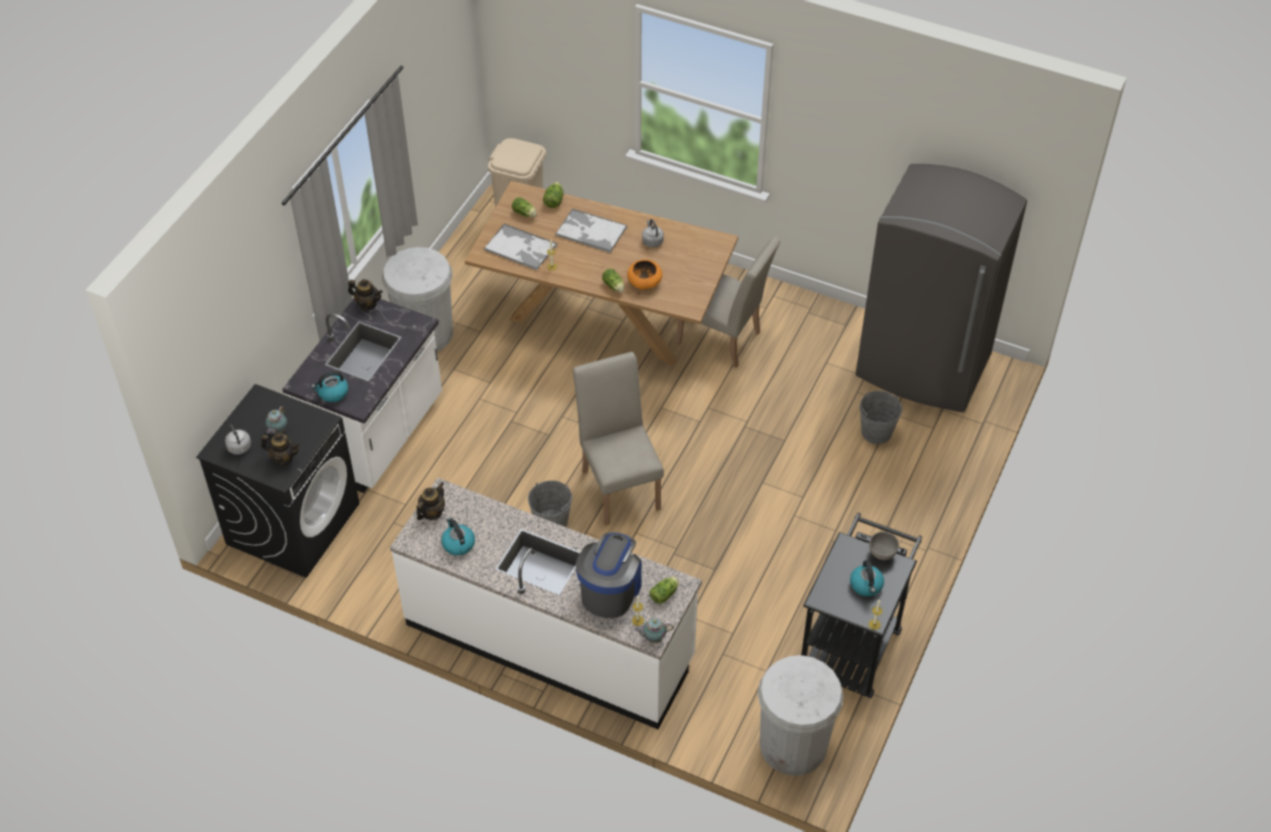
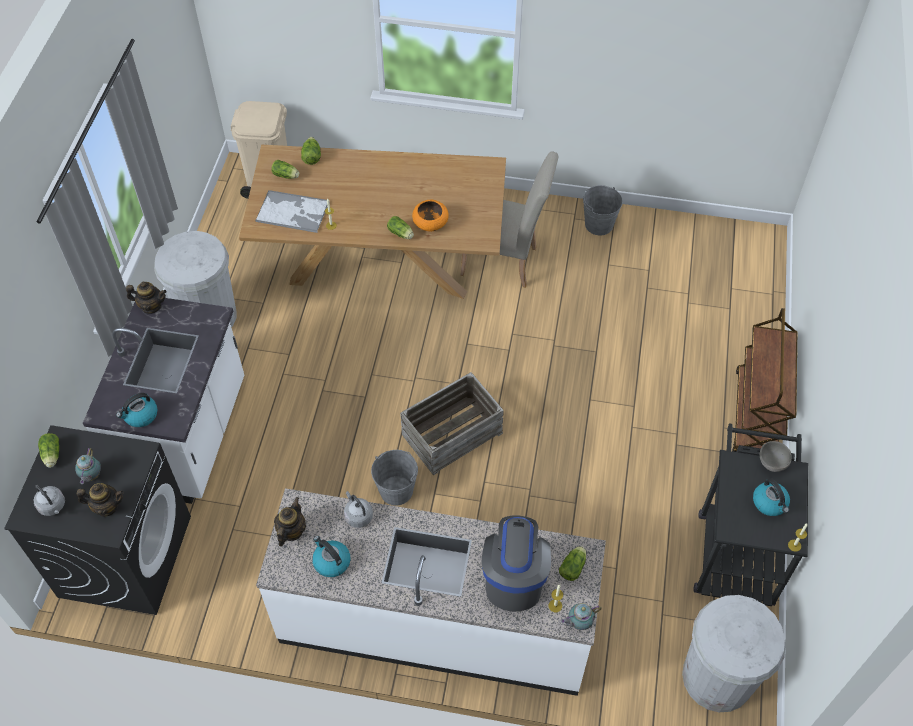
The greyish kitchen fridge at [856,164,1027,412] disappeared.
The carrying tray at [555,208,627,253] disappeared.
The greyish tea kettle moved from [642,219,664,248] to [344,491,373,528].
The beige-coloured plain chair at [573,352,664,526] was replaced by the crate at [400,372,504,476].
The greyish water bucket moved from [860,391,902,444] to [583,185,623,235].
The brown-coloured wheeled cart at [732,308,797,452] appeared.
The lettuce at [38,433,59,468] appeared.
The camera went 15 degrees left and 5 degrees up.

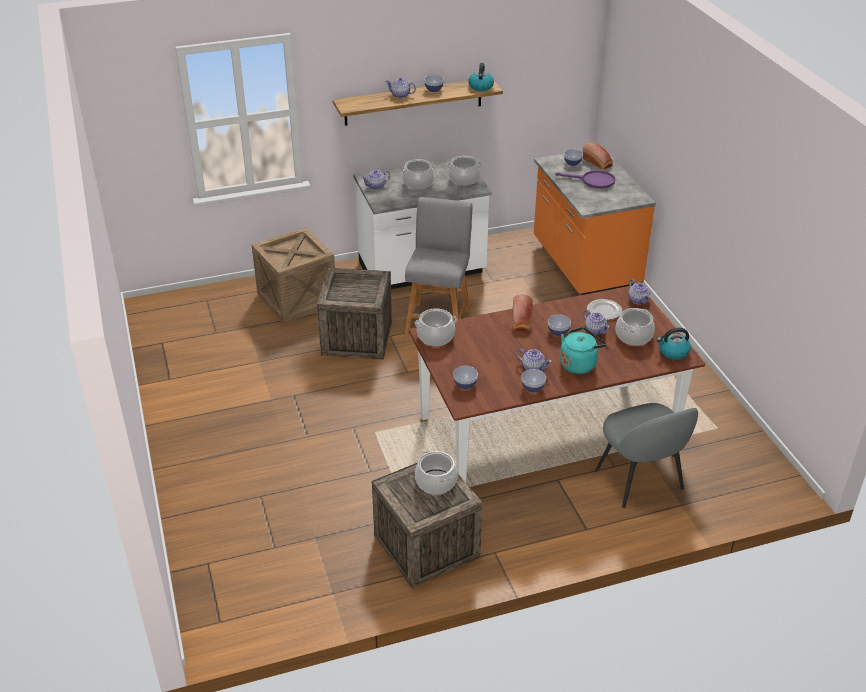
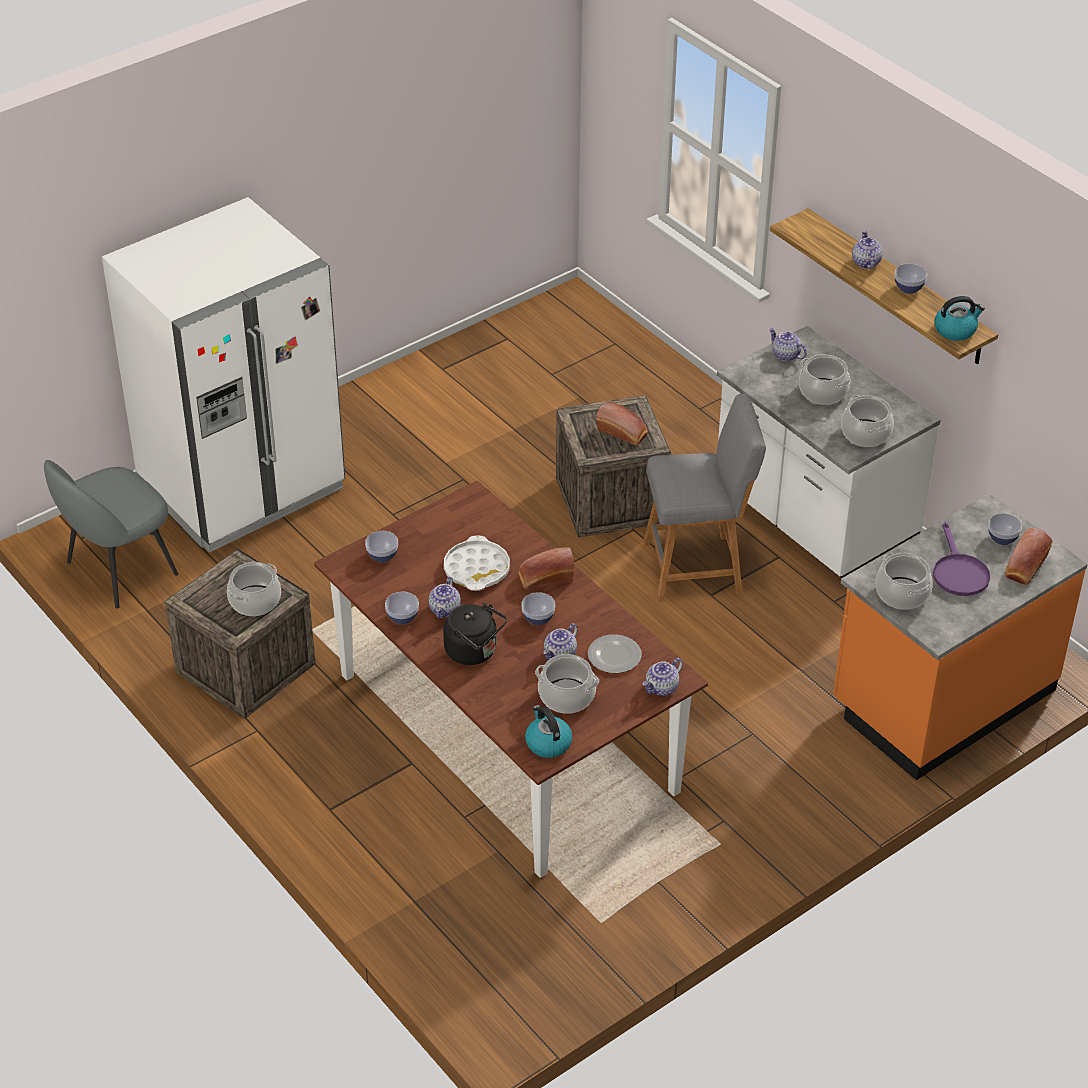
The crate at [252,227,335,324] disappeared.
The stockpot moved from [415,308,457,346] to [875,553,933,610].
The blue-green tea kettle at [560,327,606,374] became the black tea kettle at [443,603,507,665].
The greyish plain chair moved from [595,403,698,508] to [44,460,178,608].
The white-coloured kitchen fridge at [102,197,345,553] appeared.
The bakery bread at [596,402,648,445] appeared.
The white-coloured carrying tray at [444,535,510,591] appeared.
The camera went 70 degrees right and 5 degrees up.

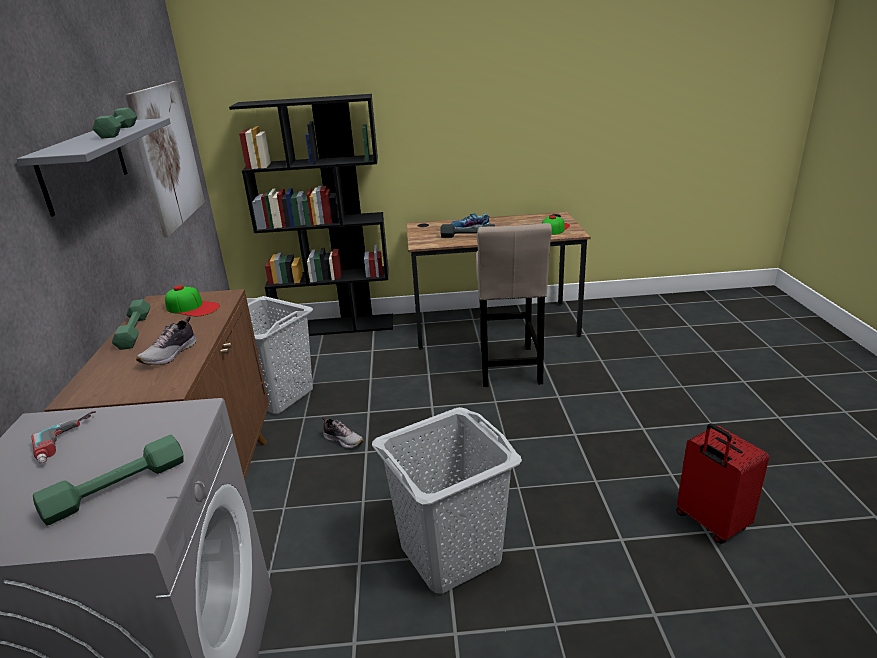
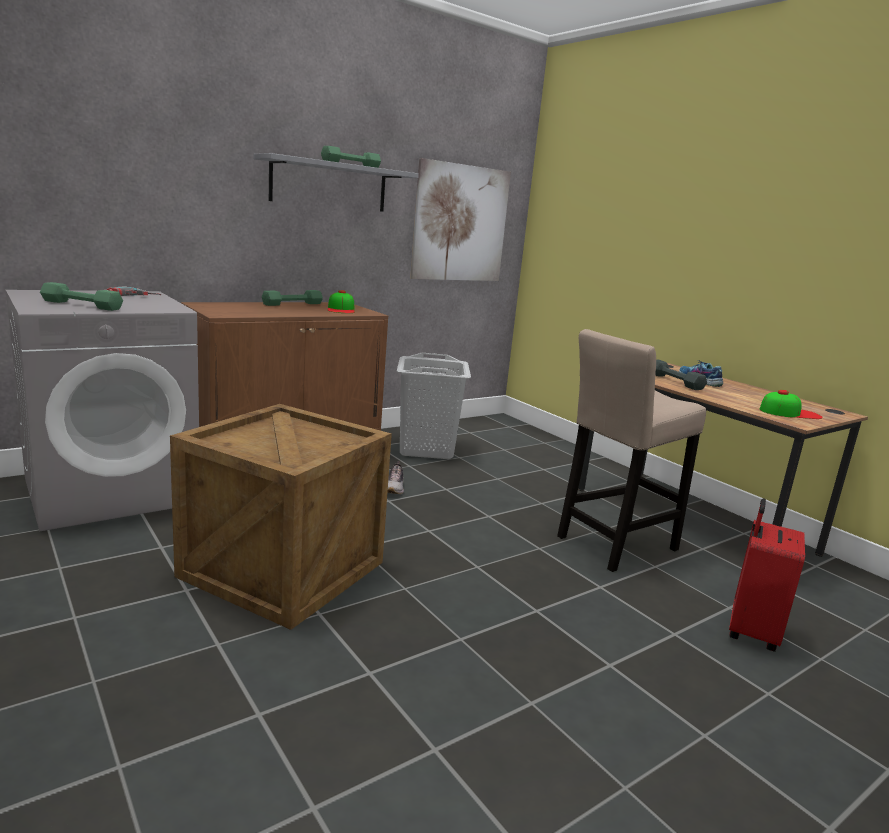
The black shelving unit at [229,94,393,336] disappeared.
The low shoe at [136,316,197,365] disappeared.
The greyish laundry basket at [372,407,522,593] was replaced by the crate at [170,404,392,630].
The red-coloured travel case moved from [676,423,769,544] to [729,499,805,652].
The camera went 55 degrees right and 10 degrees down.

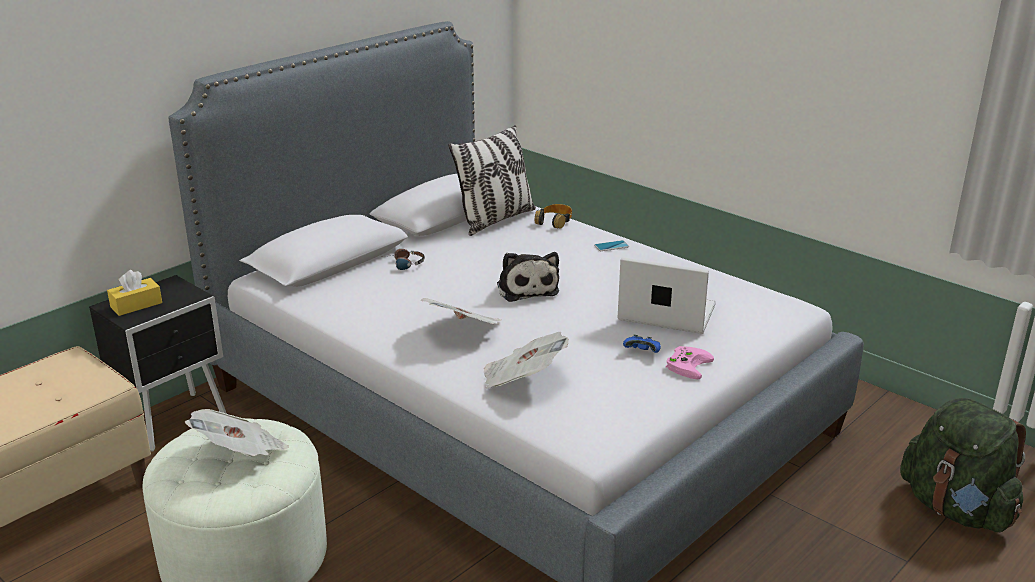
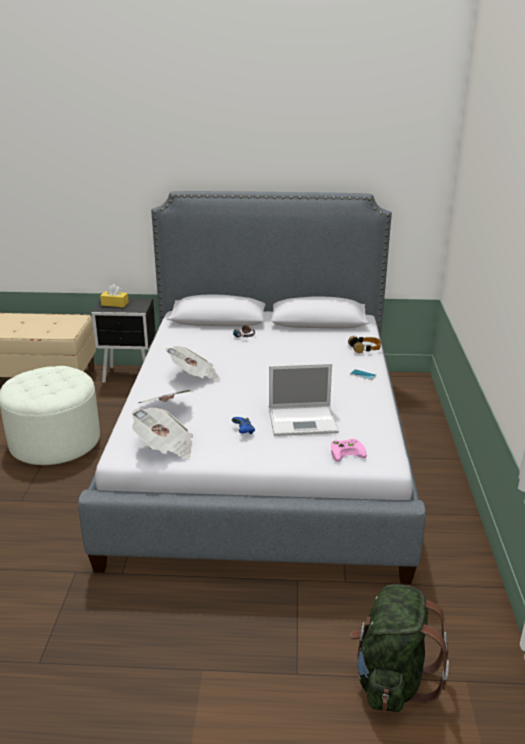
The pillow at [448,125,536,236] disappeared.
The cuddly toy at [497,252,559,302] disappeared.
The portable computer at [618,257,716,334] turned 105 degrees clockwise.
The pink-coloured joypad moved from [666,346,714,379] to [331,439,367,462].
The daily paper moved from [184,409,289,457] to [132,408,193,458].
The camera went 50 degrees right and 0 degrees up.

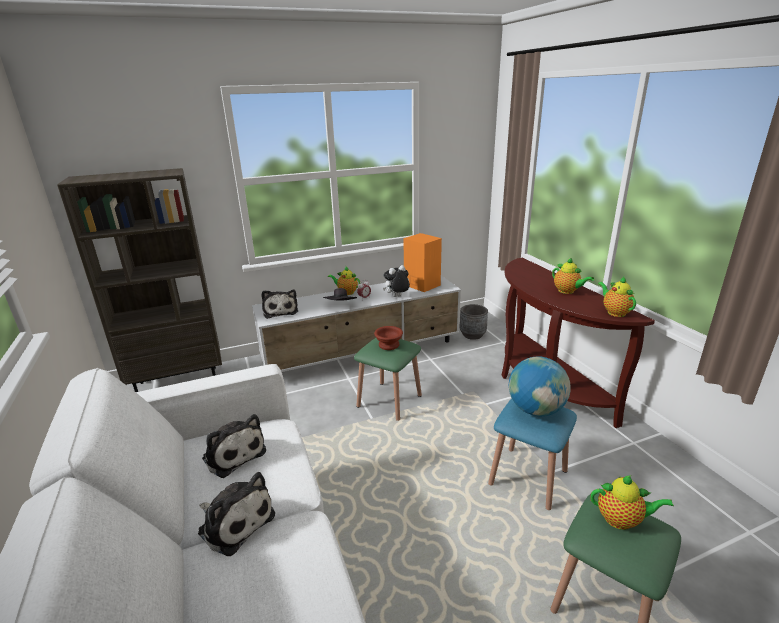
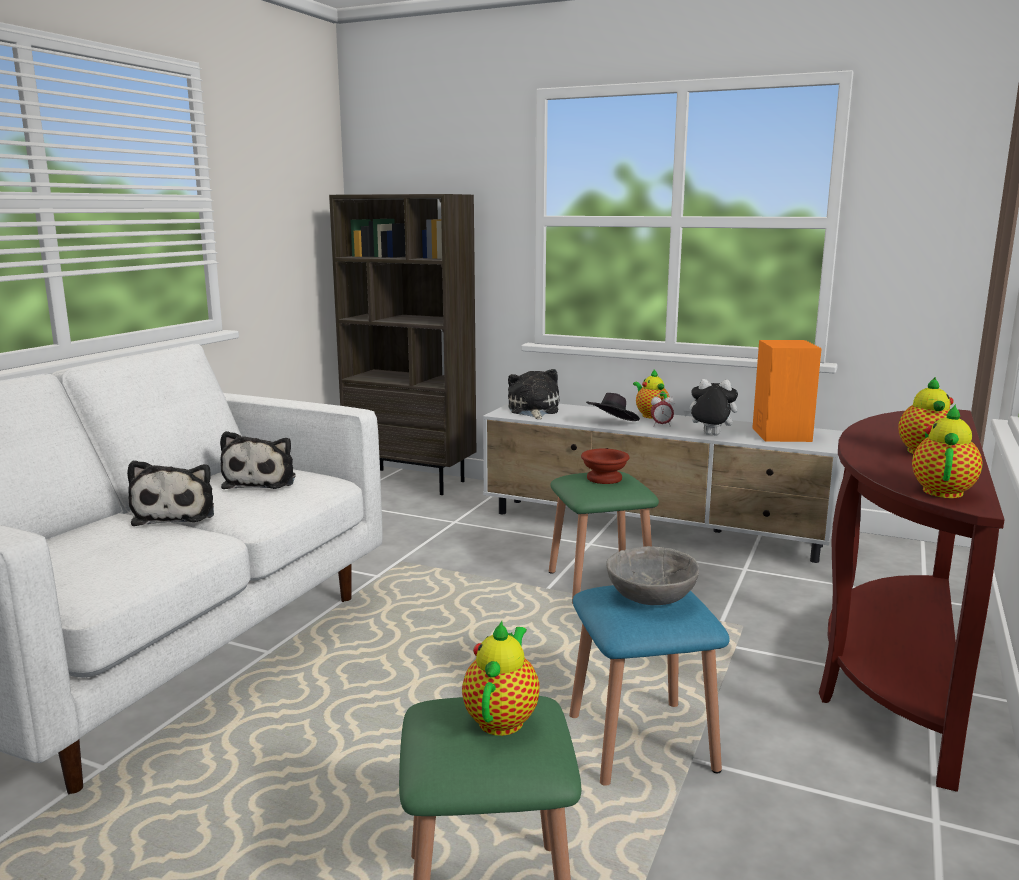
The cuddly toy at [262,290,298,319] turned 150 degrees clockwise.
The greyish planter at [460,304,488,340] disappeared.
The world globe at [509,356,571,416] was replaced by the greyish deep dish at [606,546,699,605].
The teapot at [591,475,674,530] turned 135 degrees counterclockwise.
The camera went 45 degrees right and 10 degrees down.

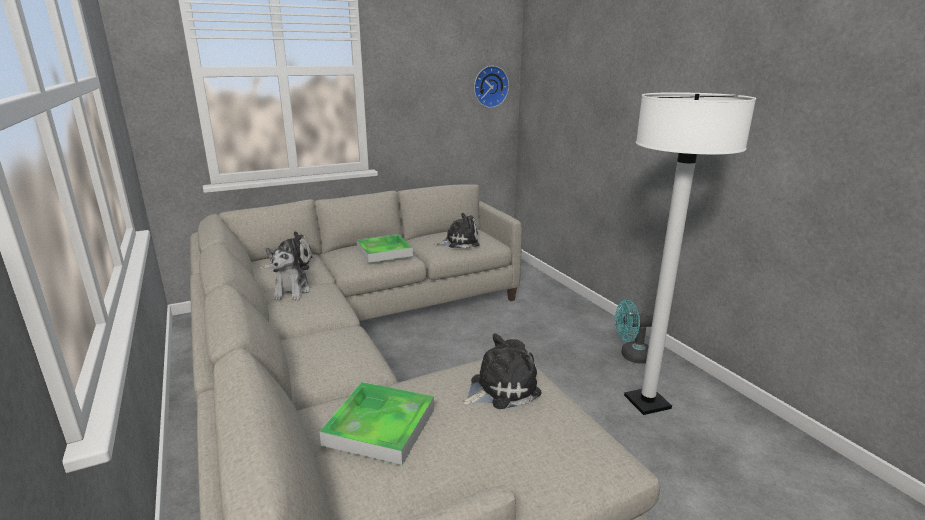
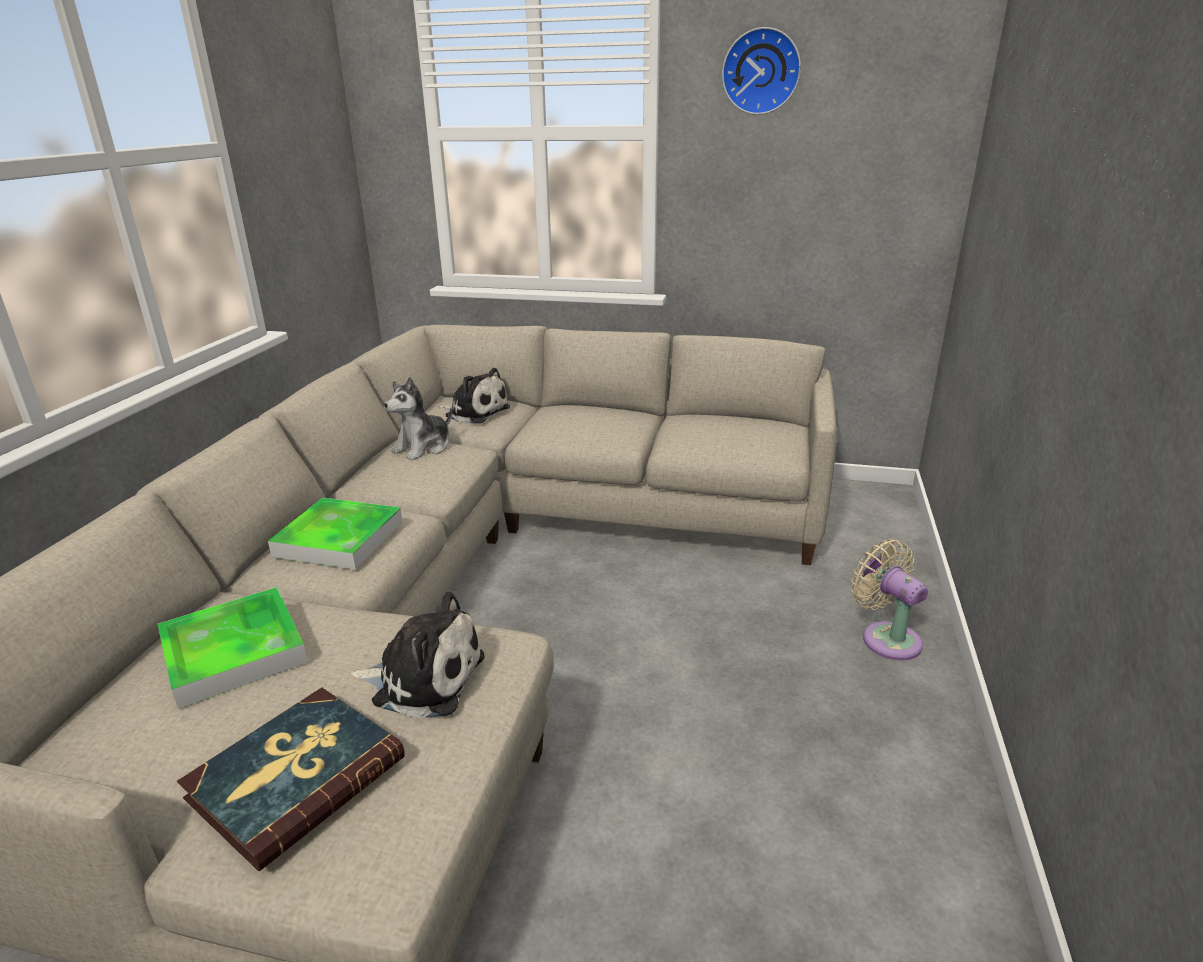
The hanging clock moved from [474,66,509,108] to [722,27,801,115].
The white-coloured standard lamp at [624,92,756,415] disappeared.
The cuddly toy at [433,213,480,249] disappeared.
The carrying tray moved from [357,234,413,263] to [268,498,403,570].
The blue-green fan at [615,300,653,364] disappeared.
The beige-coloured fan at [851,539,928,660] appeared.
The bound book at [177,687,405,871] appeared.
The camera went 40 degrees right and 5 degrees up.

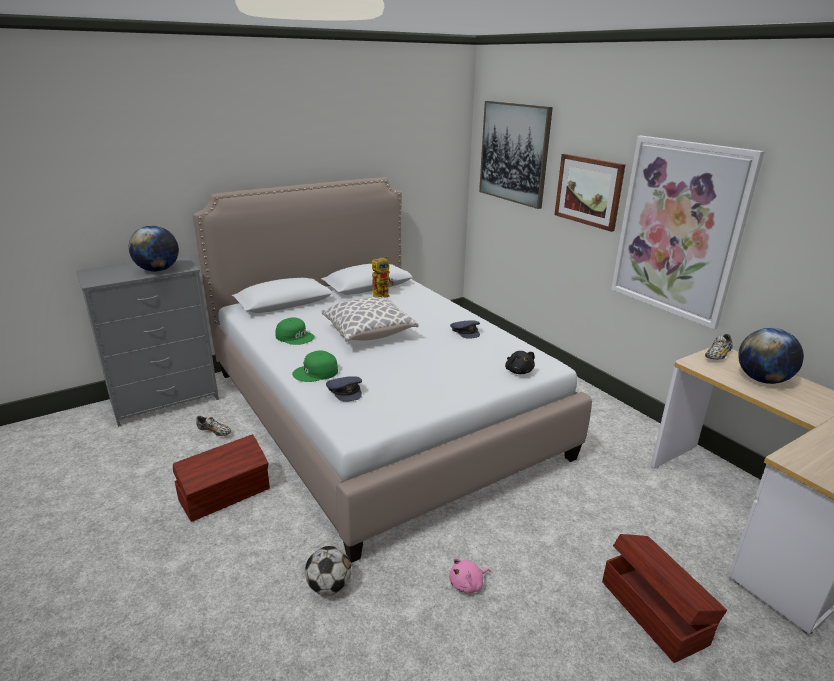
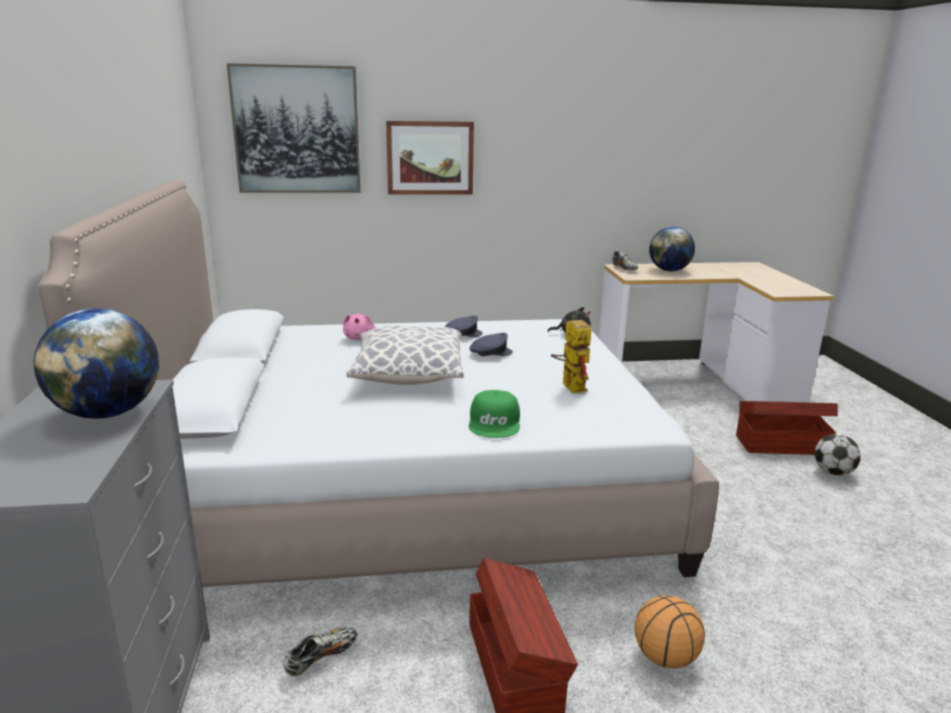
The wall picture at [611,136,765,329] disappeared.
The robot figure moved from [372,256,394,298] to [551,315,591,393].
The greenish peaked cap at [275,318,315,345] disappeared.
The greyish peaked cap moved from [326,376,362,402] to [470,333,513,356].
The ball for football moved from [305,546,351,596] to [814,434,861,476].
The pink-coloured cuddly toy moved from [449,558,491,593] to [343,314,375,340].
The ball for basketball at [635,595,705,668] appeared.
The camera went 65 degrees left and 5 degrees down.

